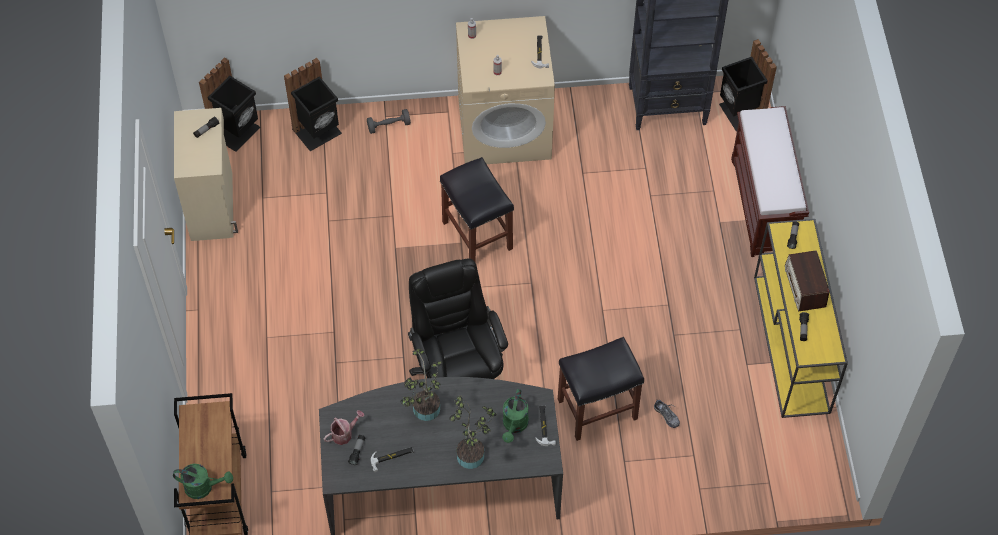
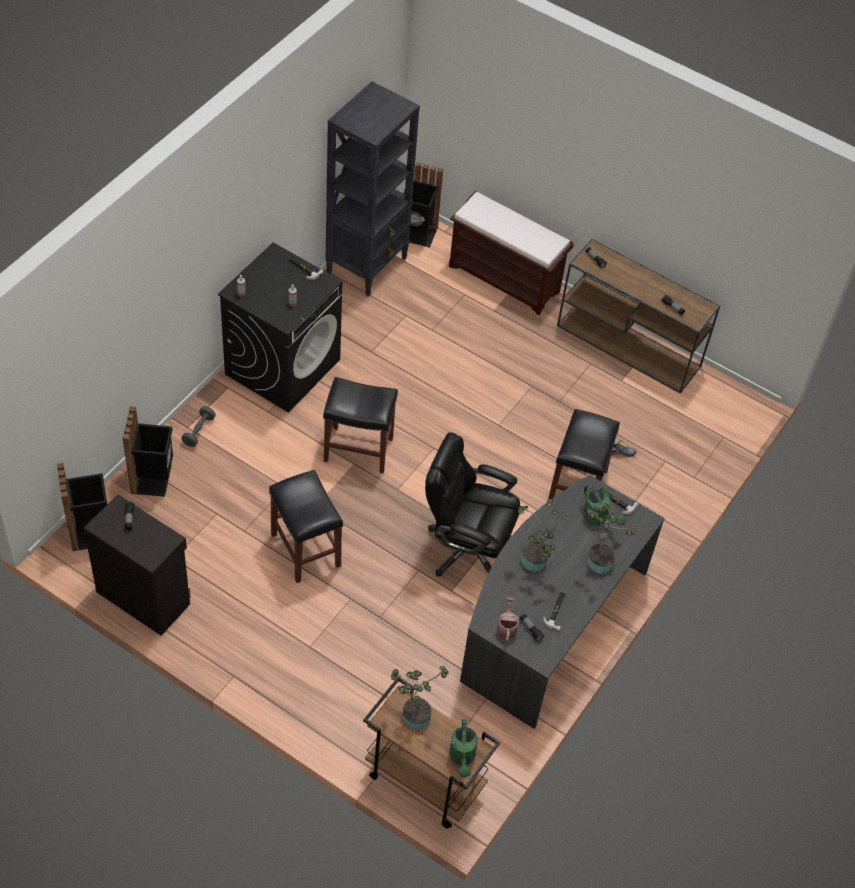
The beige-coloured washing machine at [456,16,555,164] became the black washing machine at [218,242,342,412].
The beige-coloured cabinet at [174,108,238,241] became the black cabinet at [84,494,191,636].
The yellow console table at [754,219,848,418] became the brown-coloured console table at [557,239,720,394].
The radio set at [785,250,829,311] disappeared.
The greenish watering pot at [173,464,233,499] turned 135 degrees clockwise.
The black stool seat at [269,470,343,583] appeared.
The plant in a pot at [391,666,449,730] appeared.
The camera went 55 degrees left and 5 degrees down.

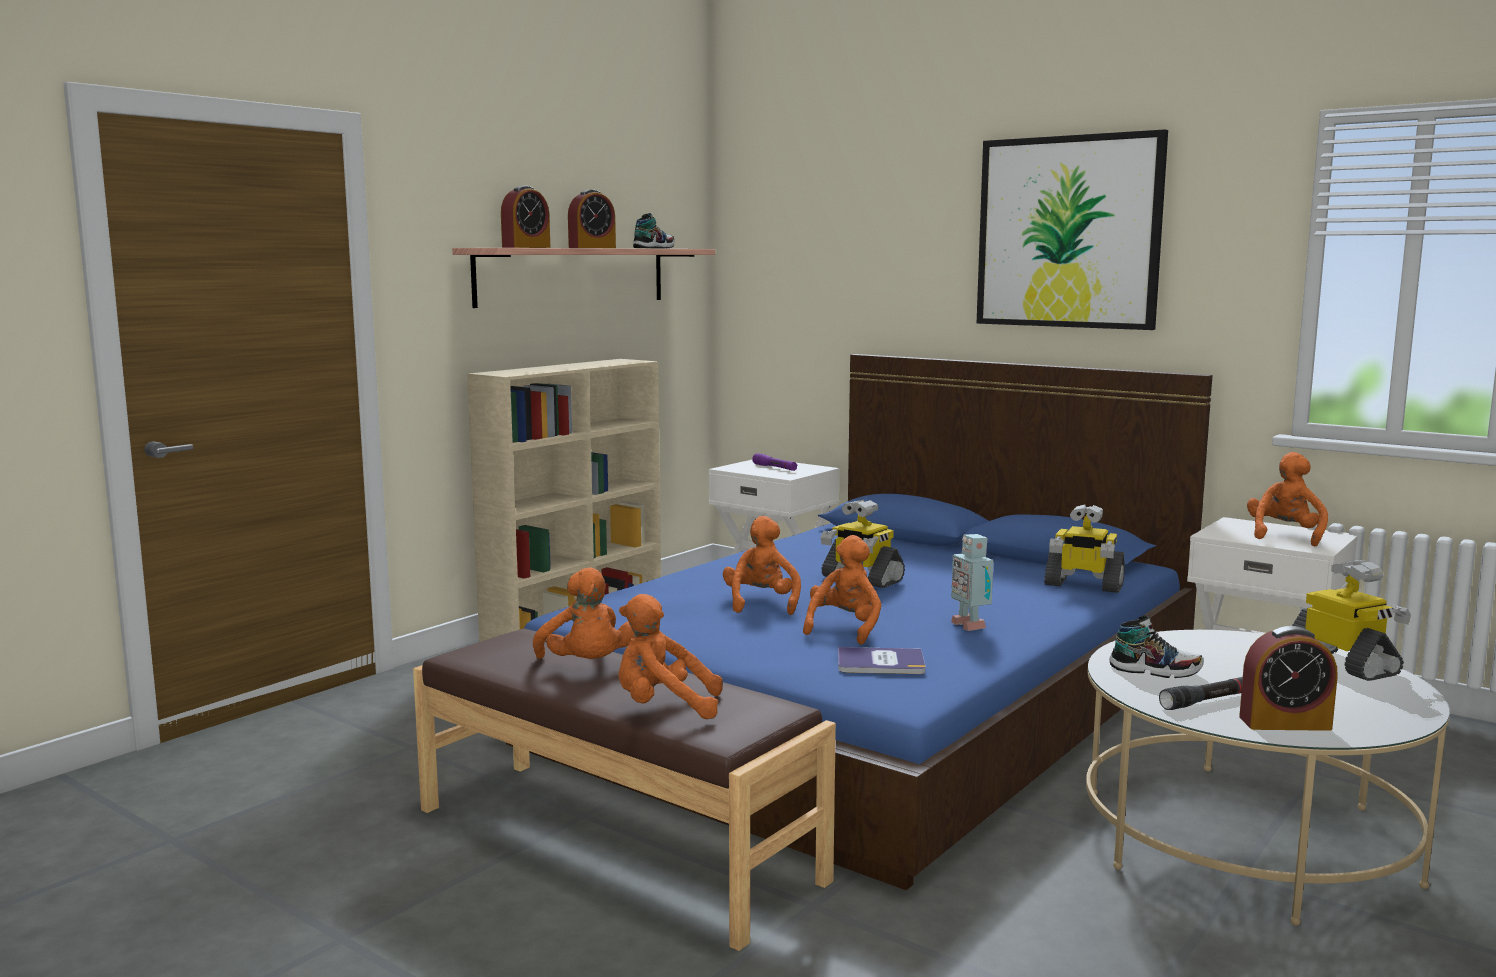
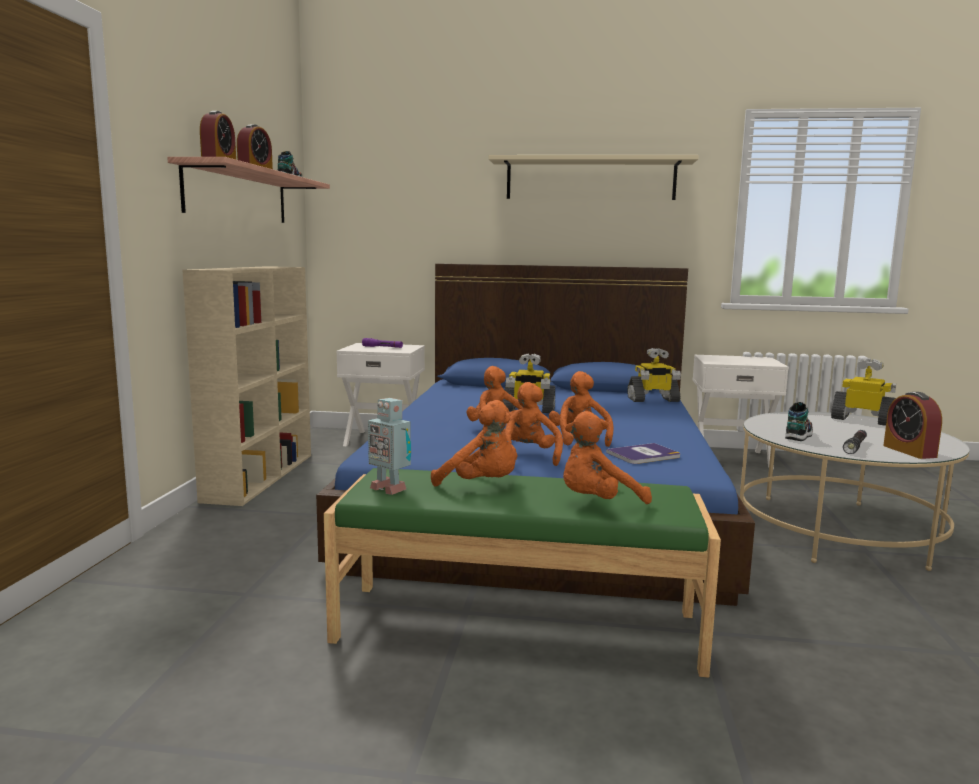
The wall picture at [977,129,1168,330] was replaced by the beige-coloured shelf at [488,155,699,200].
The orangey cuddly toy moved from [1247,452,1328,547] to [502,382,563,466].
The robot figure moved from [951,534,993,631] to [368,398,411,495].
The low shoe at [1109,615,1204,678] turned 45 degrees counterclockwise.
The alarm clock at [1239,626,1338,731] turned 105 degrees clockwise.
The brown-coloured indoor bench at [413,628,836,951] became the greenish indoor bench at [324,468,721,678].
The camera went 30 degrees left and 0 degrees up.

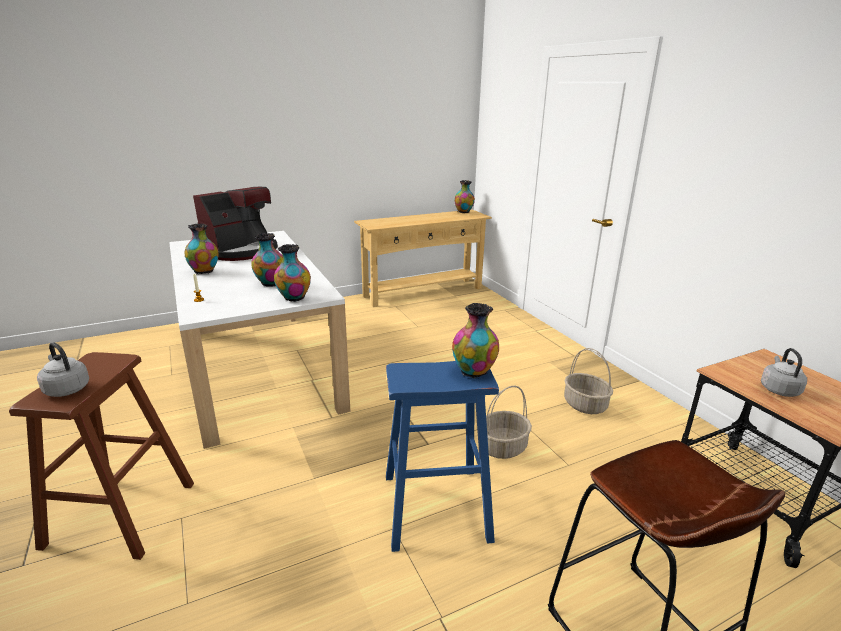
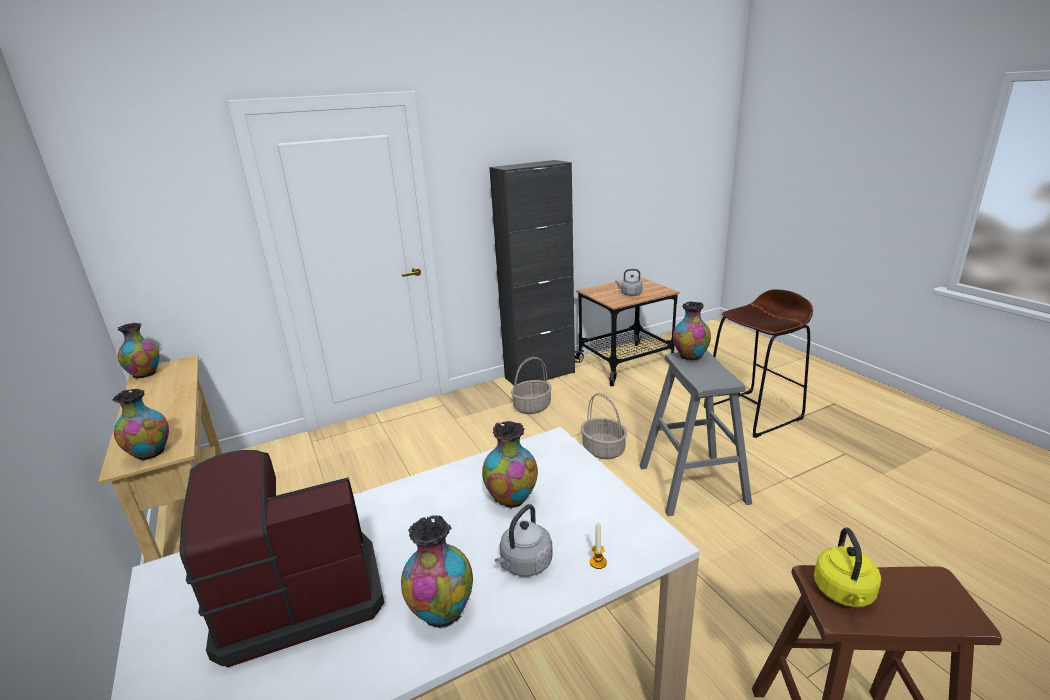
The coffee maker at [193,187,278,261] turned 60 degrees counterclockwise.
The vase moved from [274,244,311,302] to [113,389,169,461].
The greyish tea kettle moved from [37,342,89,397] to [495,504,553,577].
The blue stool seat at [386,361,499,552] became the greyish stool seat at [639,350,752,516].
The black cabinet at [489,160,575,386] appeared.
The yellow tea kettle at [814,527,881,607] appeared.
The camera went 90 degrees left and 0 degrees up.

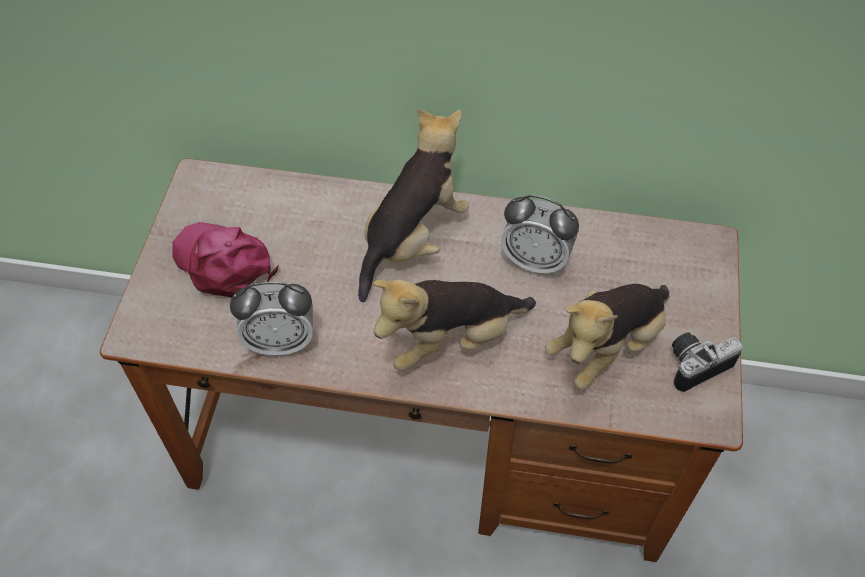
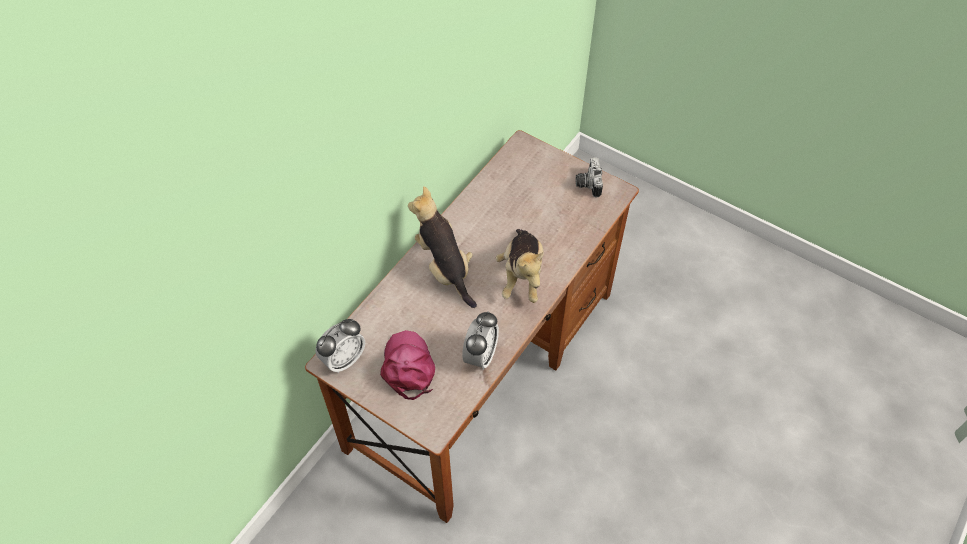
The alarm clock moved from [501,195,579,276] to [315,319,365,373].
The pink-coloured peaked cap at [172,222,279,297] turned 105 degrees clockwise.
The cuddly toy at [545,284,669,390] disappeared.
The camera went 65 degrees left and 0 degrees up.

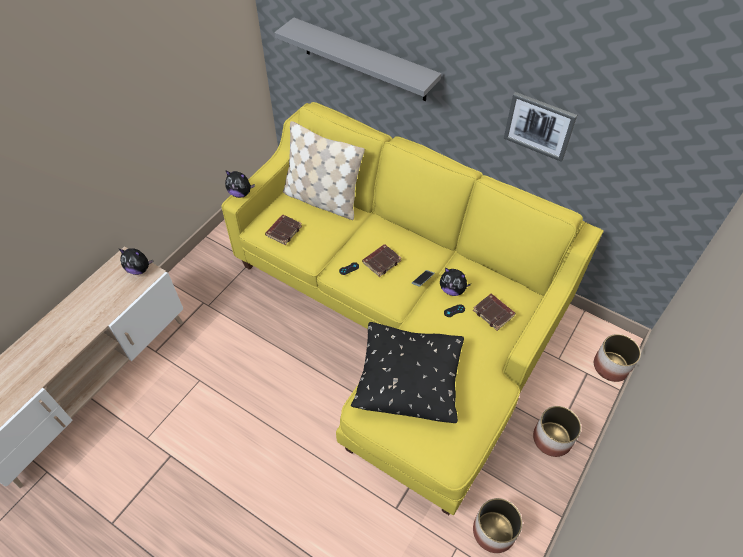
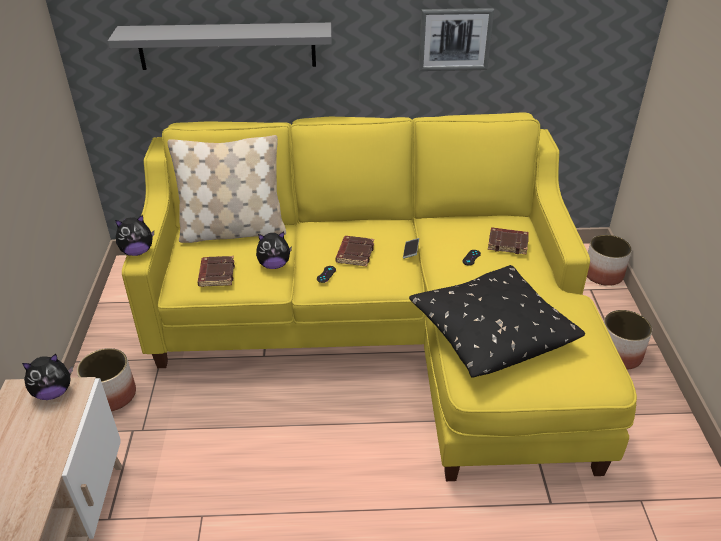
The cuddly toy moved from [440,268,471,296] to [256,232,292,269].
The planter moved from [473,498,522,553] to [77,348,136,411].
The camera went 35 degrees left and 15 degrees down.

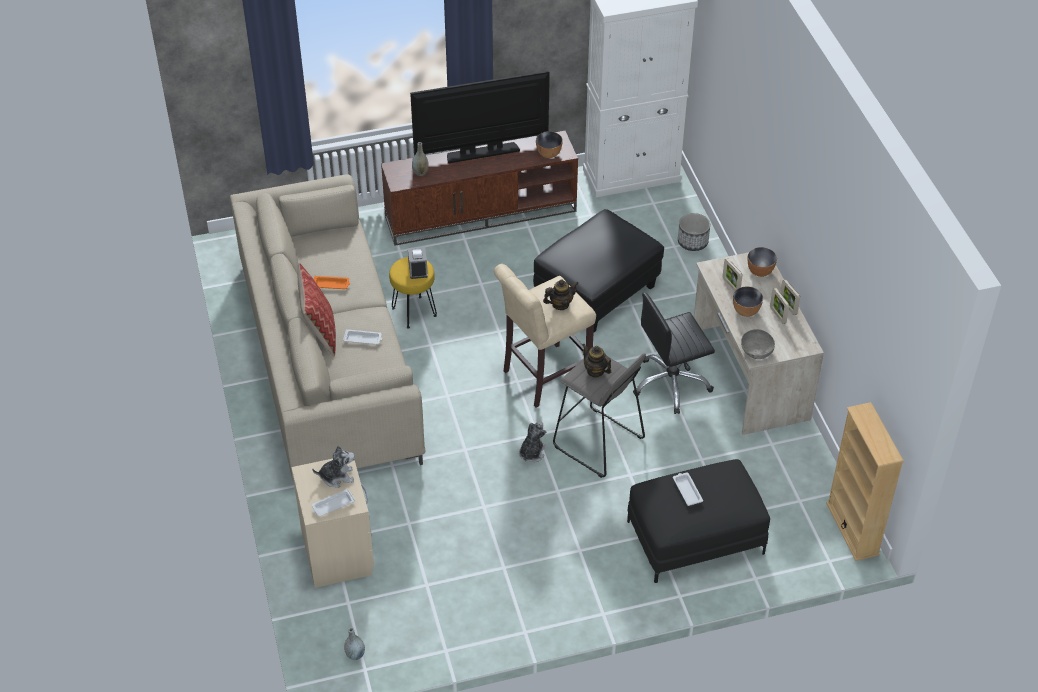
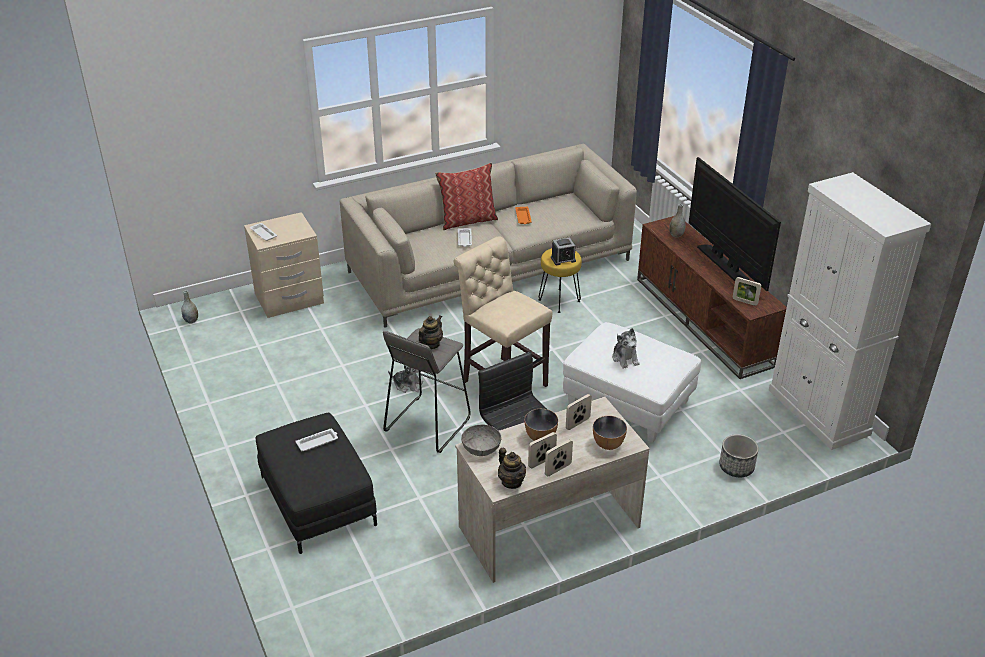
The deep dish at [536,131,563,158] was replaced by the photo frame at [733,277,761,306].
The black ottoman at [533,209,664,332] became the white-coloured ottoman at [563,322,701,443].
The teapot moved from [543,279,579,310] to [498,447,526,489].
The beige-coloured shelving unit at [826,402,904,561] disappeared.
The cuddly toy moved from [312,445,355,488] to [612,328,639,369].
The camera went 80 degrees right and 10 degrees down.

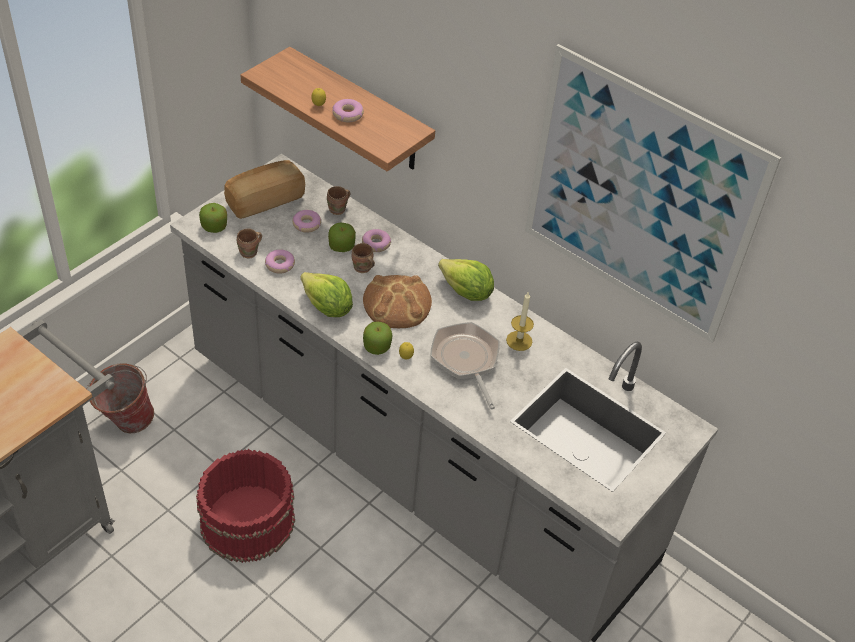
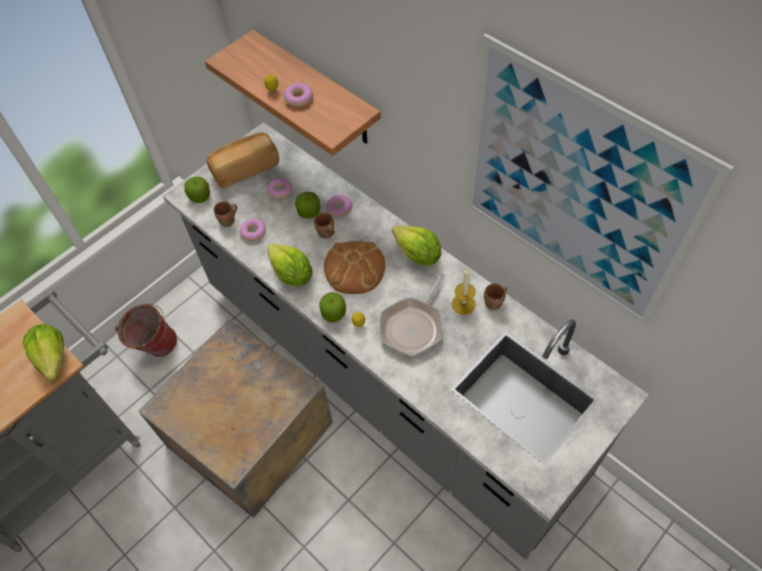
The brown-coloured mug moved from [327,186,350,215] to [484,283,507,310].
The frying pan at [430,322,500,409] turned 135 degrees counterclockwise.
The red-coloured water bucket at [196,449,295,563] was replaced by the crate at [138,319,333,518].
The lettuce at [23,324,64,380] appeared.
The camera went 10 degrees right and 10 degrees up.

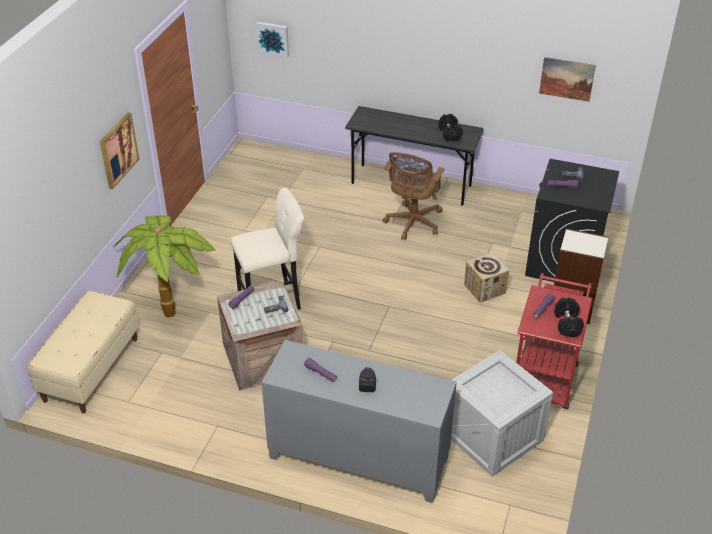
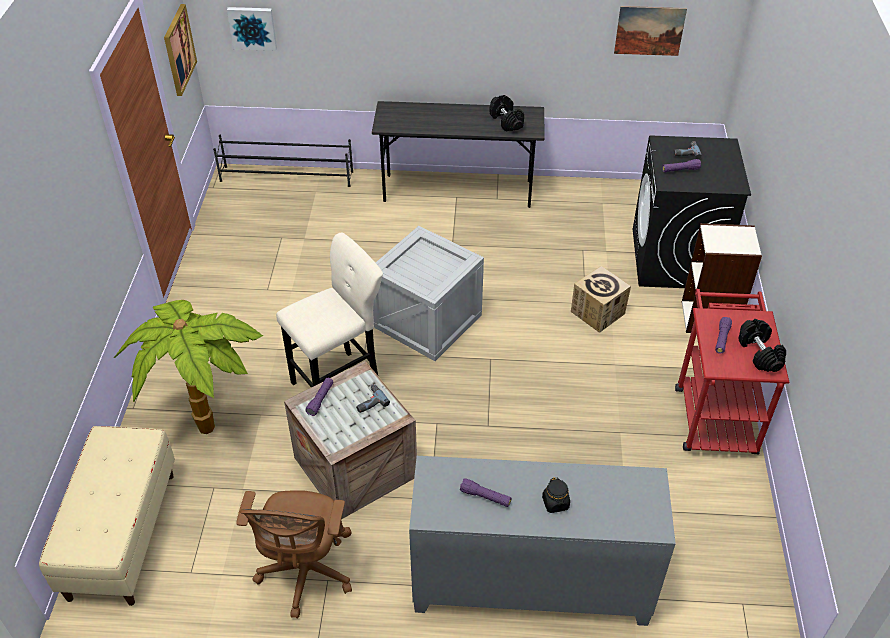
The wall picture moved from [100,113,139,189] to [164,4,197,96].
The brown-coloured computer chair moved from [383,152,445,240] to [236,490,352,618].
The crate moved from [451,350,553,477] to [373,226,484,361].
The black shoe shelf at [213,135,353,187] appeared.
The camera went 15 degrees left and 5 degrees up.

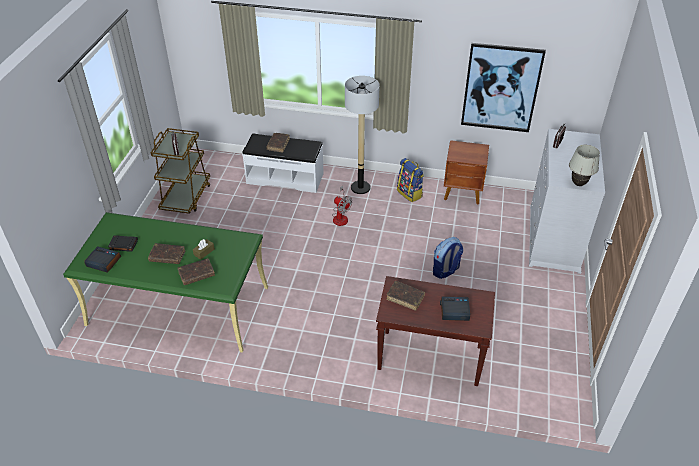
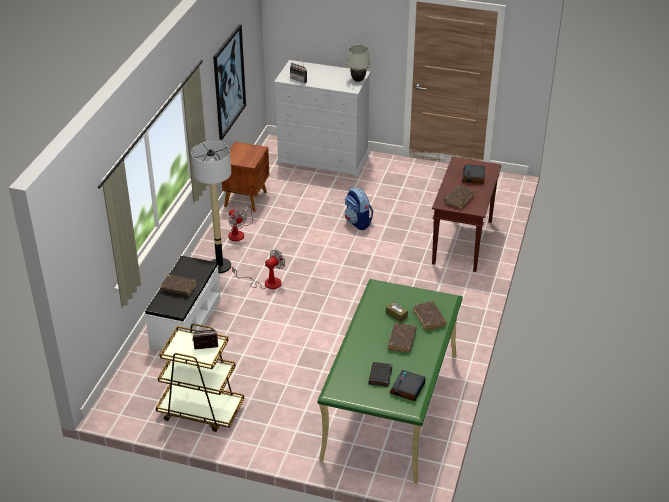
The rucksack at [397,158,424,202] was replaced by the fan at [228,202,253,241].
The camera went 85 degrees left and 5 degrees down.

